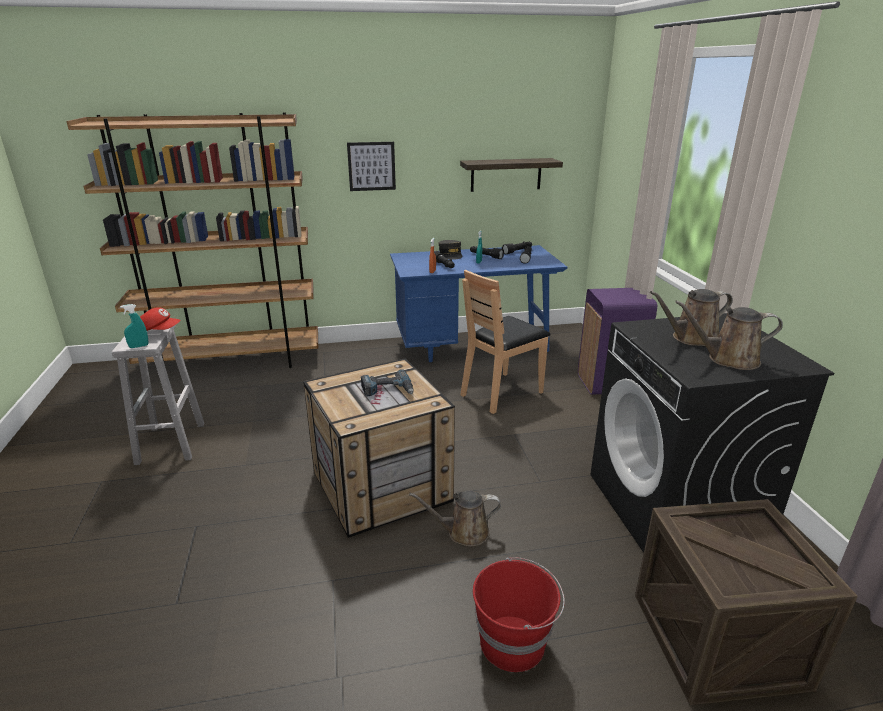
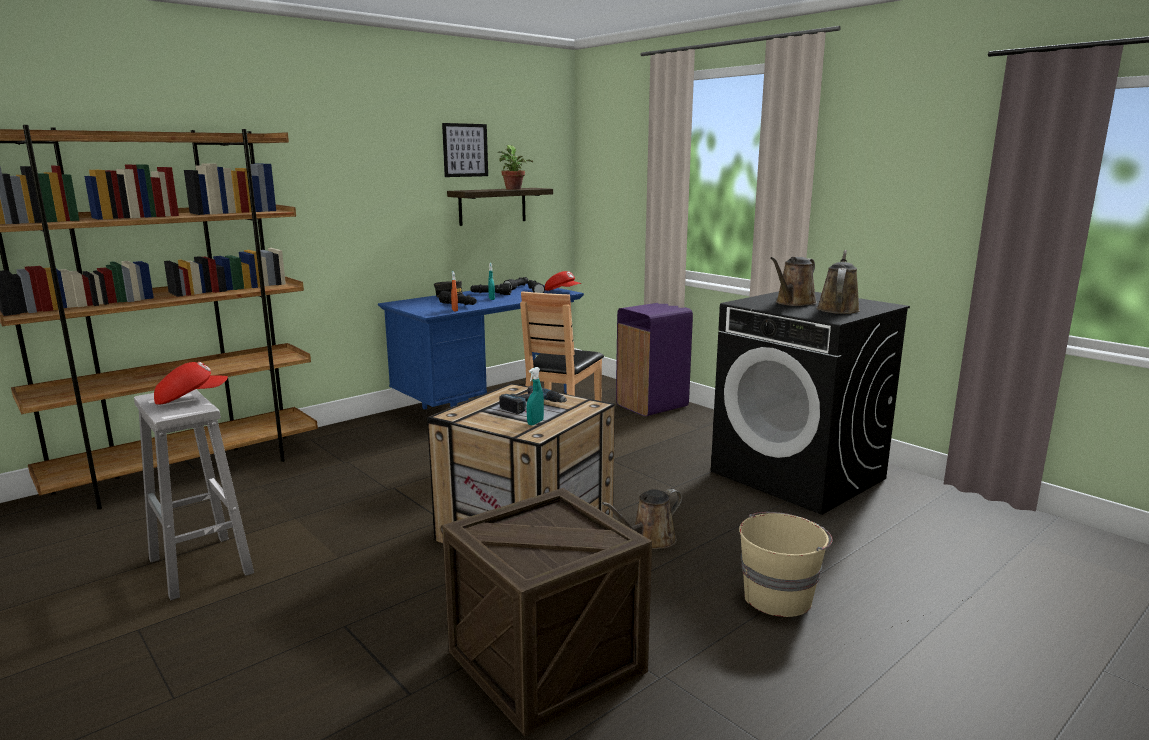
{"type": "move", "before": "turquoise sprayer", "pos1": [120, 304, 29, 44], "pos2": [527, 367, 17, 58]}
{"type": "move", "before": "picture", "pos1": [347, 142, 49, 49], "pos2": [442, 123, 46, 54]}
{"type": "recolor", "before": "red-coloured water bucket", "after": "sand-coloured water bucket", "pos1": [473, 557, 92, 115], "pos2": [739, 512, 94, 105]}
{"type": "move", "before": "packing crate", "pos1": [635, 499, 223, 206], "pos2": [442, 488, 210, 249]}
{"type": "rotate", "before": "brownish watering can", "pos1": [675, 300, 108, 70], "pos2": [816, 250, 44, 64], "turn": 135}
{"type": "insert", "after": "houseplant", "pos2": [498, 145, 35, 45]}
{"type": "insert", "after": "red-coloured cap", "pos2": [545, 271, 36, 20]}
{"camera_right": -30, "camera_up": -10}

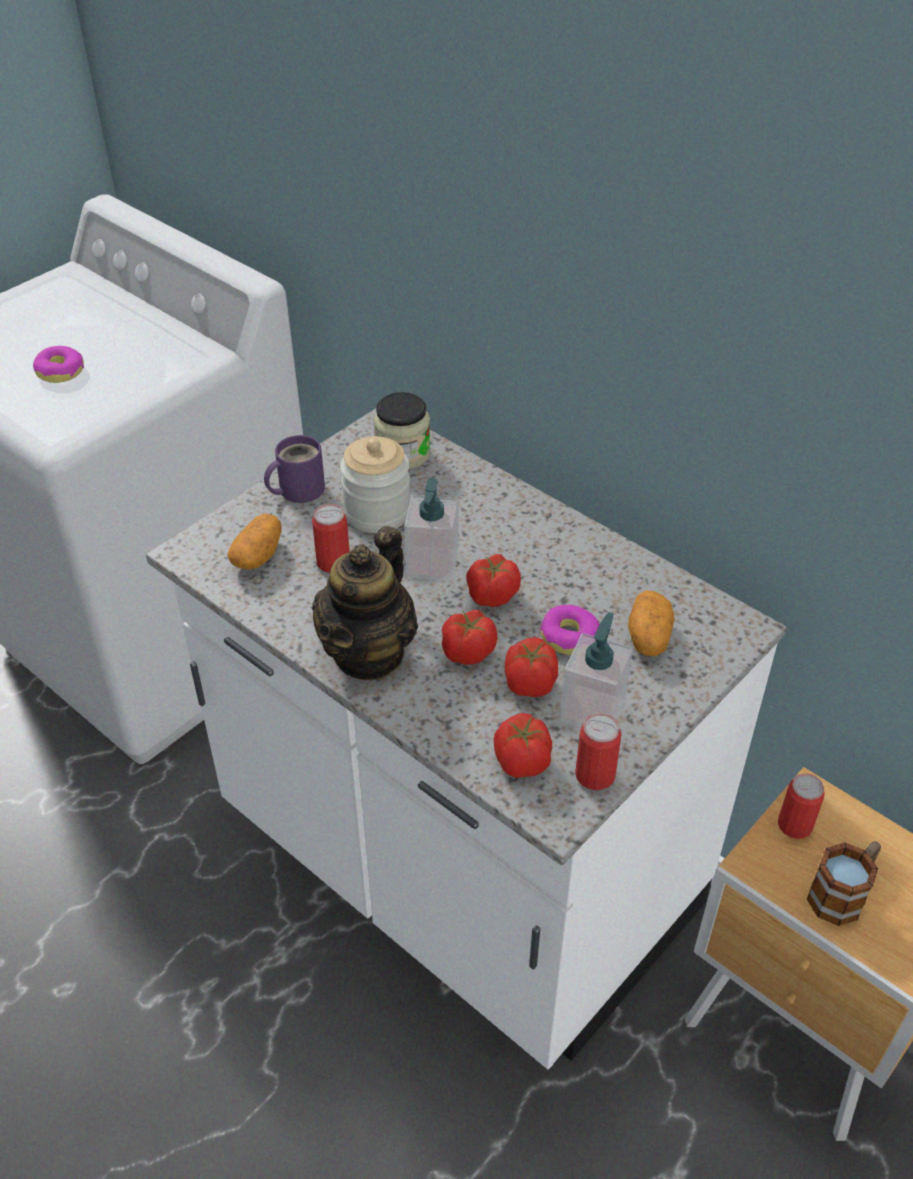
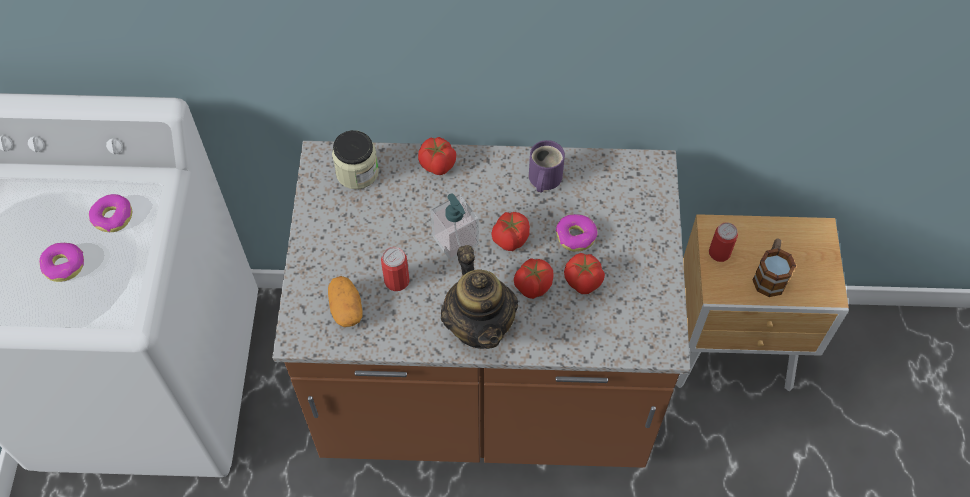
{"type": "recolor", "before": "white-coloured kitchen counter", "after": "brownish kitchen counter", "pos1": [146, 409, 641, 660], "pos2": [272, 141, 418, 327]}
{"type": "move", "before": "purple-coloured mug", "pos1": [264, 435, 61, 68], "pos2": [529, 140, 36, 53]}
{"type": "delete", "before": "preserve jar", "pos1": [340, 436, 70, 97]}
{"type": "move", "before": "whole tomato", "pos1": [494, 713, 58, 65], "pos2": [418, 137, 38, 38]}
{"type": "delete", "before": "liquid soap bottle", "pos1": [560, 612, 73, 115]}
{"type": "delete", "before": "sealed can", "pos1": [575, 713, 47, 77]}
{"type": "delete", "before": "whole potato", "pos1": [628, 590, 47, 66]}
{"type": "insert", "after": "doughnut", "pos2": [89, 194, 43, 38]}
{"camera_right": -40, "camera_up": 15}

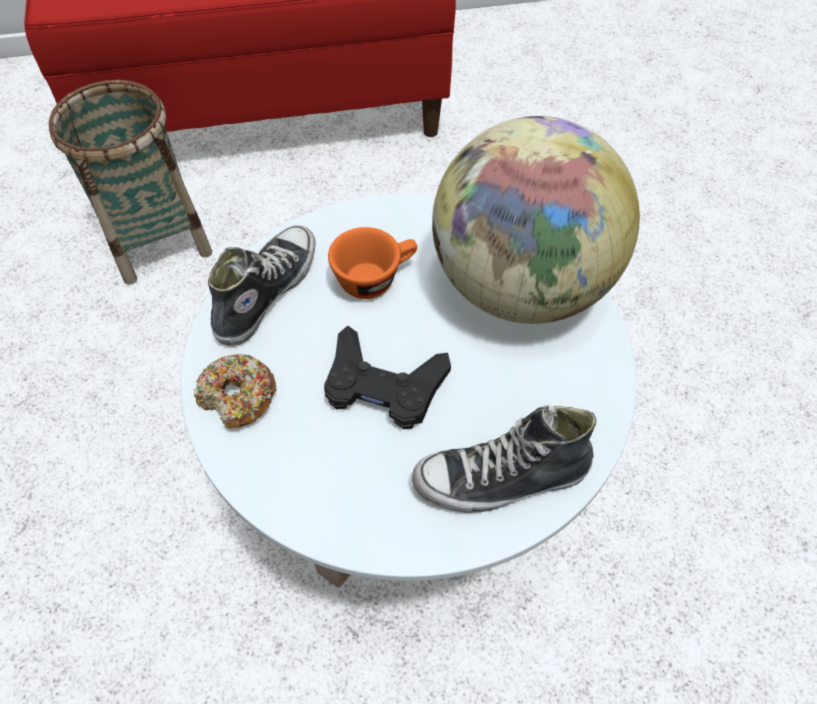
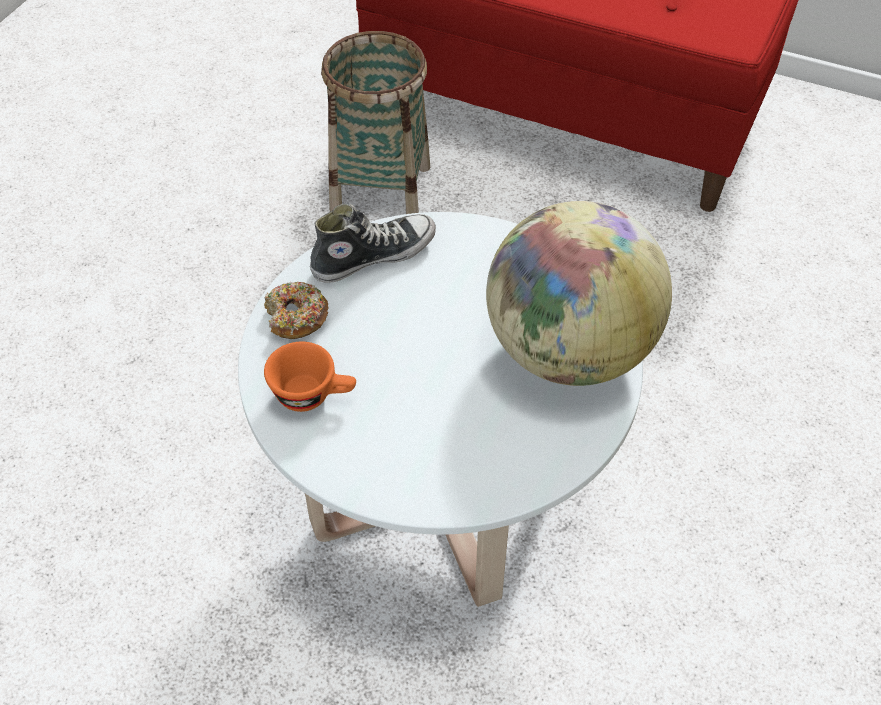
{"type": "delete", "before": "black-coloured gamepad", "pos1": [324, 325, 127, 104]}
{"type": "move", "before": "orangey cup", "pos1": [328, 227, 89, 72], "pos2": [264, 342, 92, 70]}
{"type": "delete", "before": "low shoe", "pos1": [412, 405, 184, 108]}
{"camera_right": 35, "camera_up": -5}

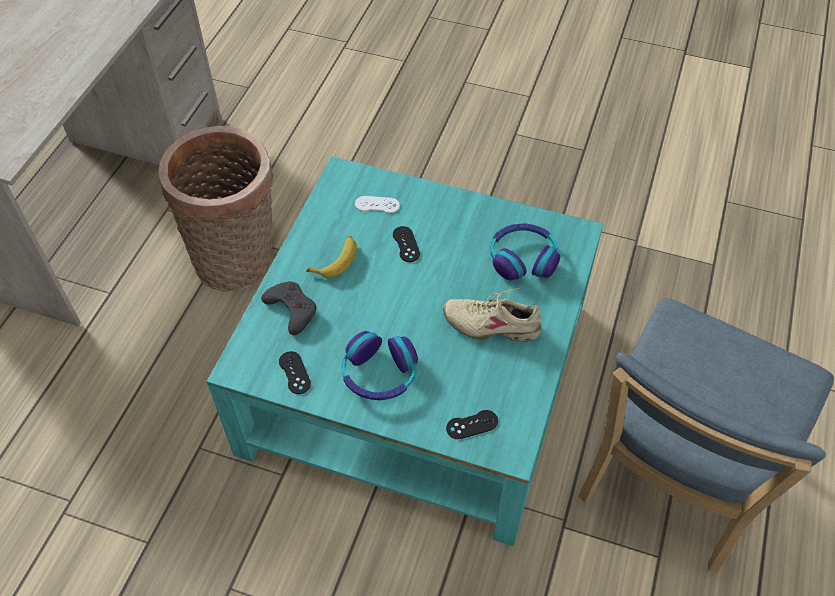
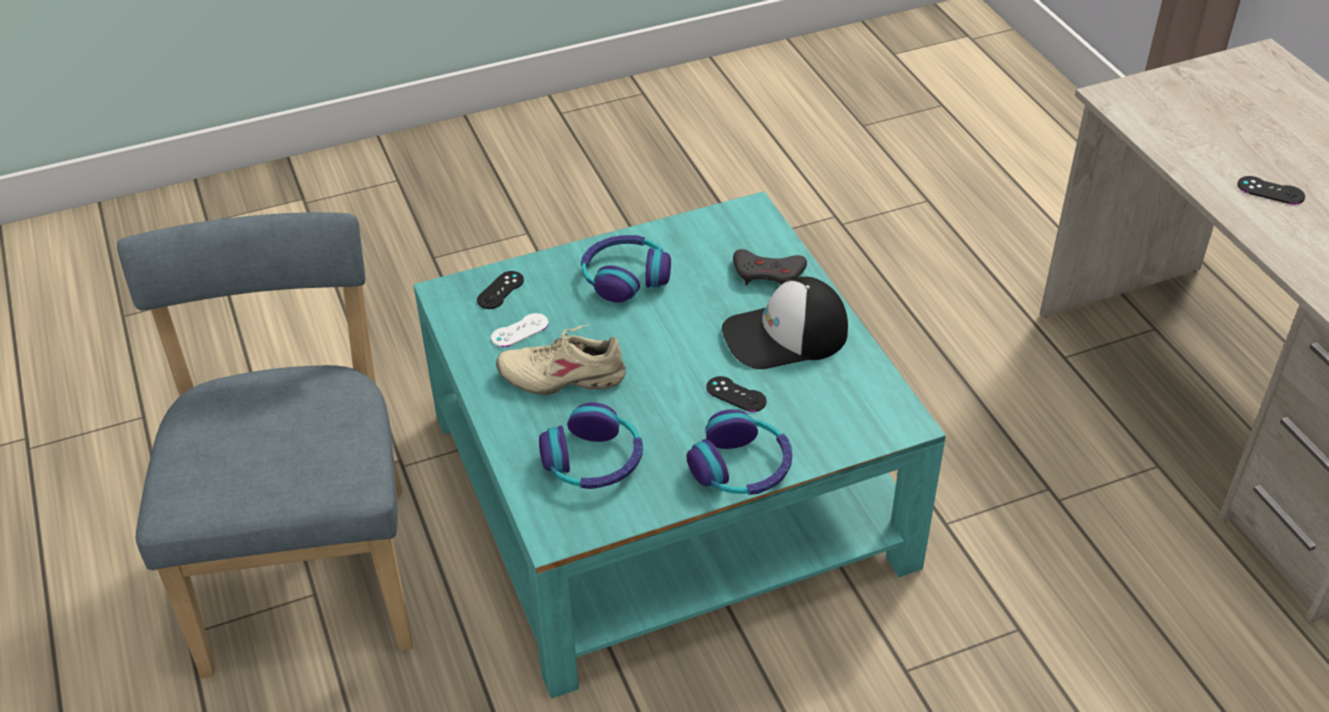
{"type": "delete", "before": "household basket", "pos1": [158, 126, 116, 166]}
{"type": "move", "before": "black-coloured gamepad", "pos1": [279, 351, 32, 43], "pos2": [1237, 176, 68, 28]}
{"type": "replace", "before": "whole banana", "after": "cap", "pos1": [306, 236, 51, 42], "pos2": [722, 277, 126, 92]}
{"type": "move", "before": "white-coloured gamepad", "pos1": [355, 196, 45, 17], "pos2": [491, 313, 57, 34]}
{"type": "rotate", "before": "sand-coloured low shoe", "pos1": [443, 288, 99, 54], "pos2": [496, 324, 130, 71], "turn": -150}
{"type": "insert", "after": "pair of headphones", "pos2": [686, 409, 106, 86]}
{"camera_right": 140, "camera_up": -10}

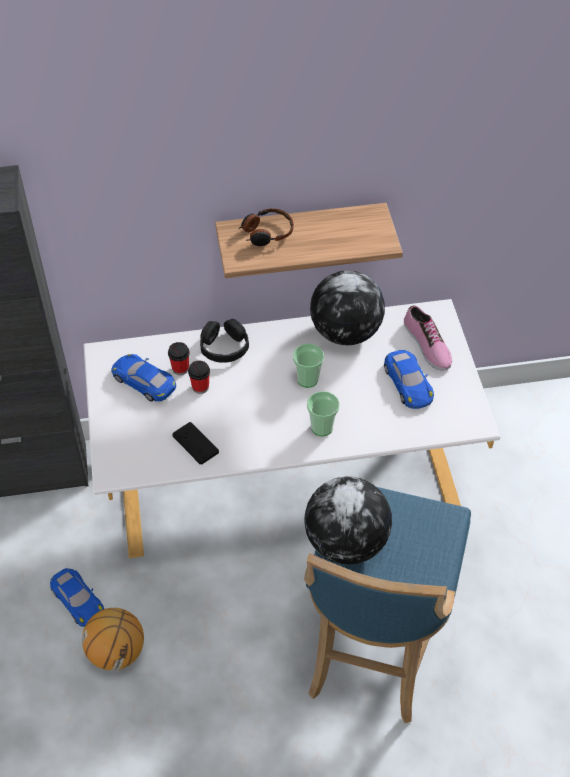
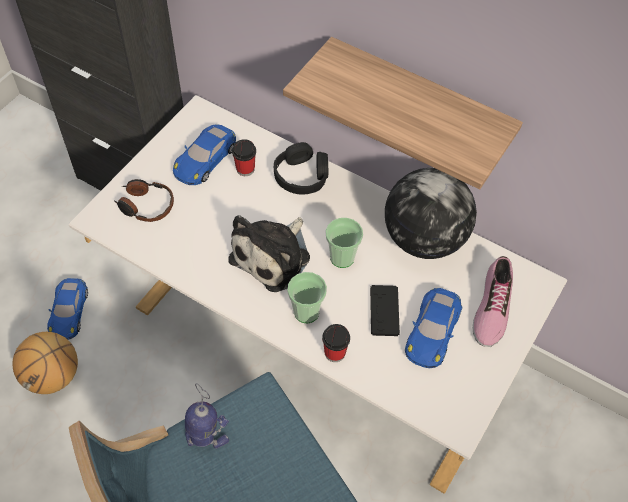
{"type": "rotate", "before": "blue-coloured miniature car", "pos1": [111, 354, 65, 48], "pos2": [173, 124, 63, 61], "turn": -135}
{"type": "move", "before": "black-coloured gamepad", "pos1": [172, 422, 47, 43], "pos2": [370, 285, 30, 51]}
{"type": "move", "before": "cup", "pos1": [188, 361, 22, 33], "pos2": [322, 324, 28, 38]}
{"type": "move", "before": "pair of headphones", "pos1": [239, 208, 55, 38], "pos2": [115, 179, 59, 43]}
{"type": "replace", "before": "desk globe", "after": "robot figure", "pos1": [304, 476, 88, 89], "pos2": [185, 383, 44, 66]}
{"type": "insert", "after": "plush toy", "pos2": [228, 215, 82, 77]}
{"camera_right": 40, "camera_up": 5}

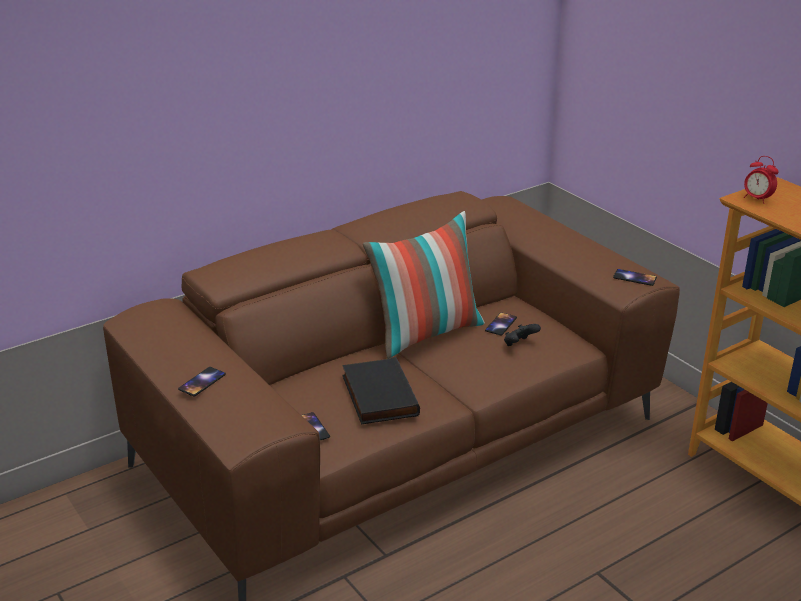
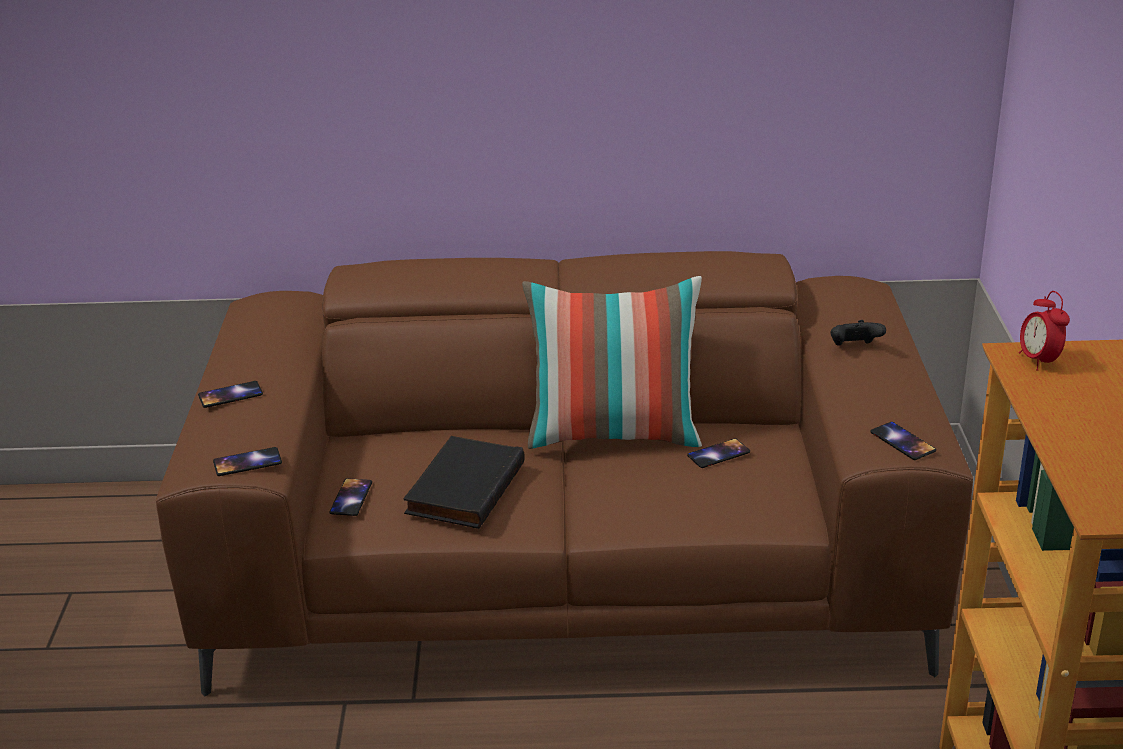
{"type": "move", "before": "black-coloured gamepad", "pos1": [504, 324, 37, 22], "pos2": [830, 320, 56, 26]}
{"type": "insert", "after": "phone", "pos2": [213, 447, 69, 29]}
{"camera_right": 35, "camera_up": 0}

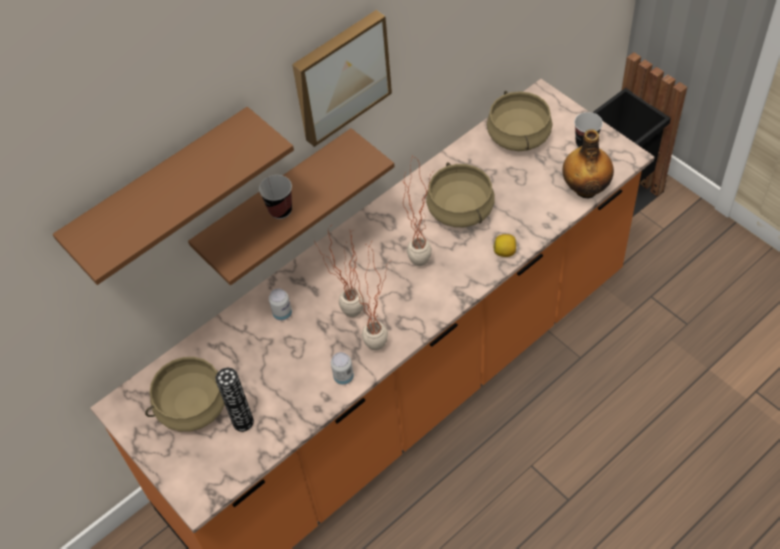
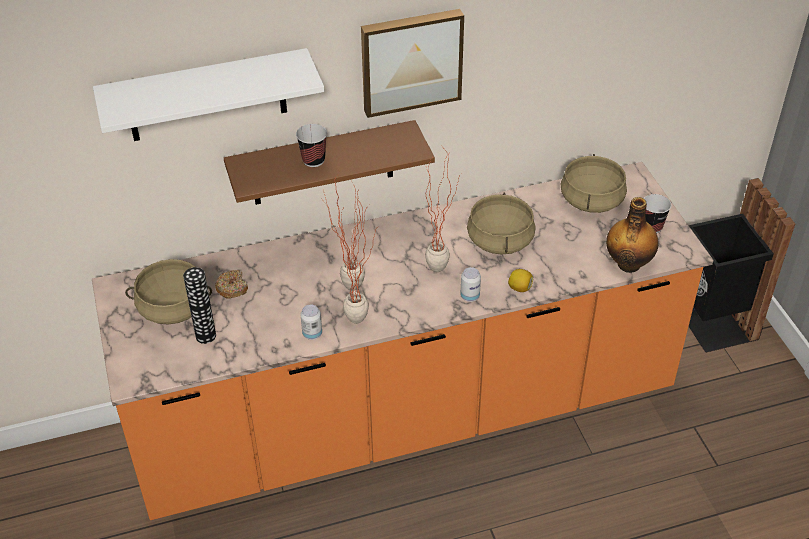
{"type": "recolor", "before": "brownish shelf", "after": "white-coloured shelf", "pos1": [53, 107, 241, 178], "pos2": [93, 48, 232, 93]}
{"type": "move", "before": "sealed can", "pos1": [269, 289, 23, 32], "pos2": [460, 267, 21, 35]}
{"type": "insert", "after": "doughnut", "pos2": [215, 270, 33, 29]}
{"camera_right": 20, "camera_up": -10}

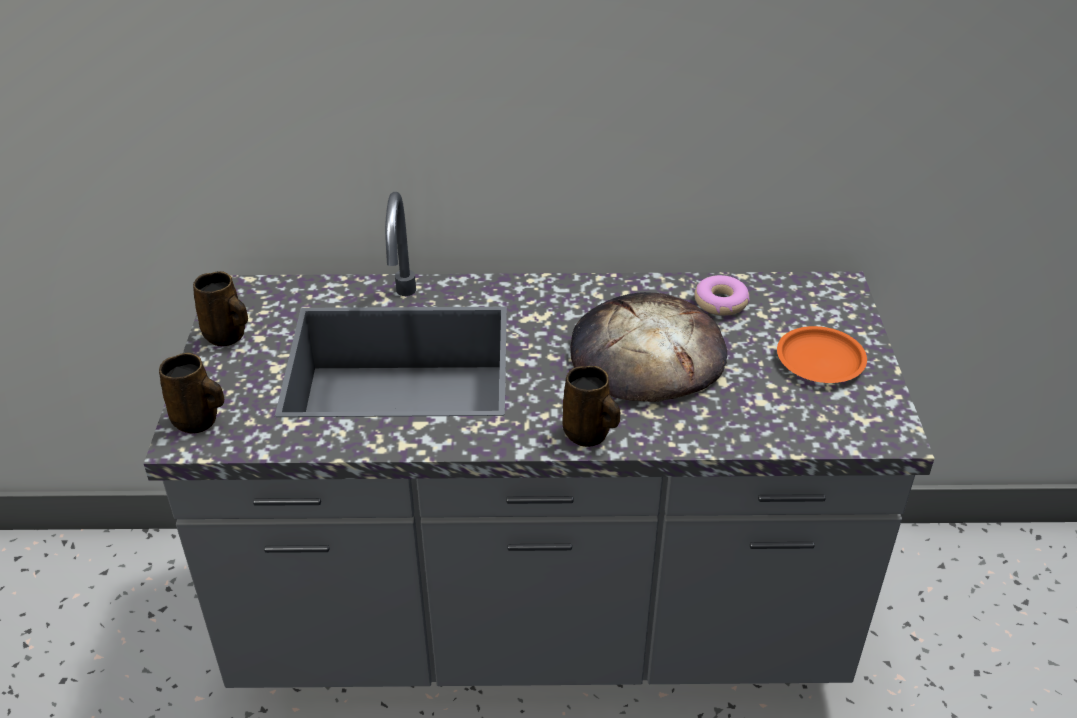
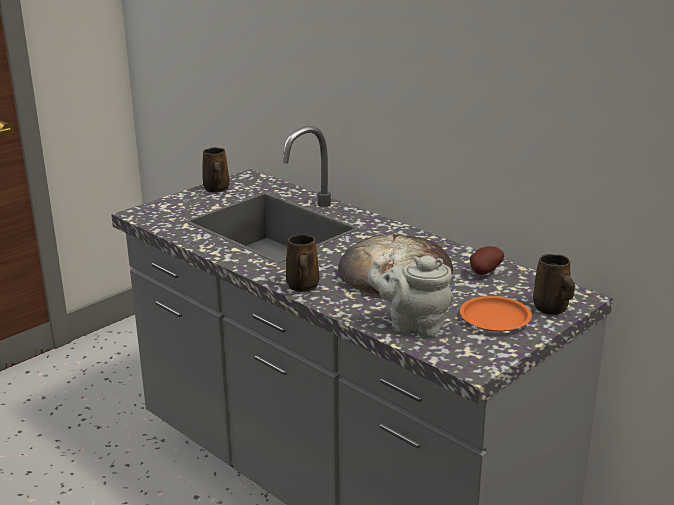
{"type": "move", "before": "brownish mug", "pos1": [159, 353, 65, 81], "pos2": [533, 254, 42, 61]}
{"type": "replace", "before": "doughnut", "after": "whole potato", "pos1": [694, 275, 56, 41], "pos2": [470, 246, 34, 29]}
{"type": "insert", "after": "greyish tea pot", "pos2": [368, 256, 85, 81]}
{"camera_right": 45, "camera_up": -15}

